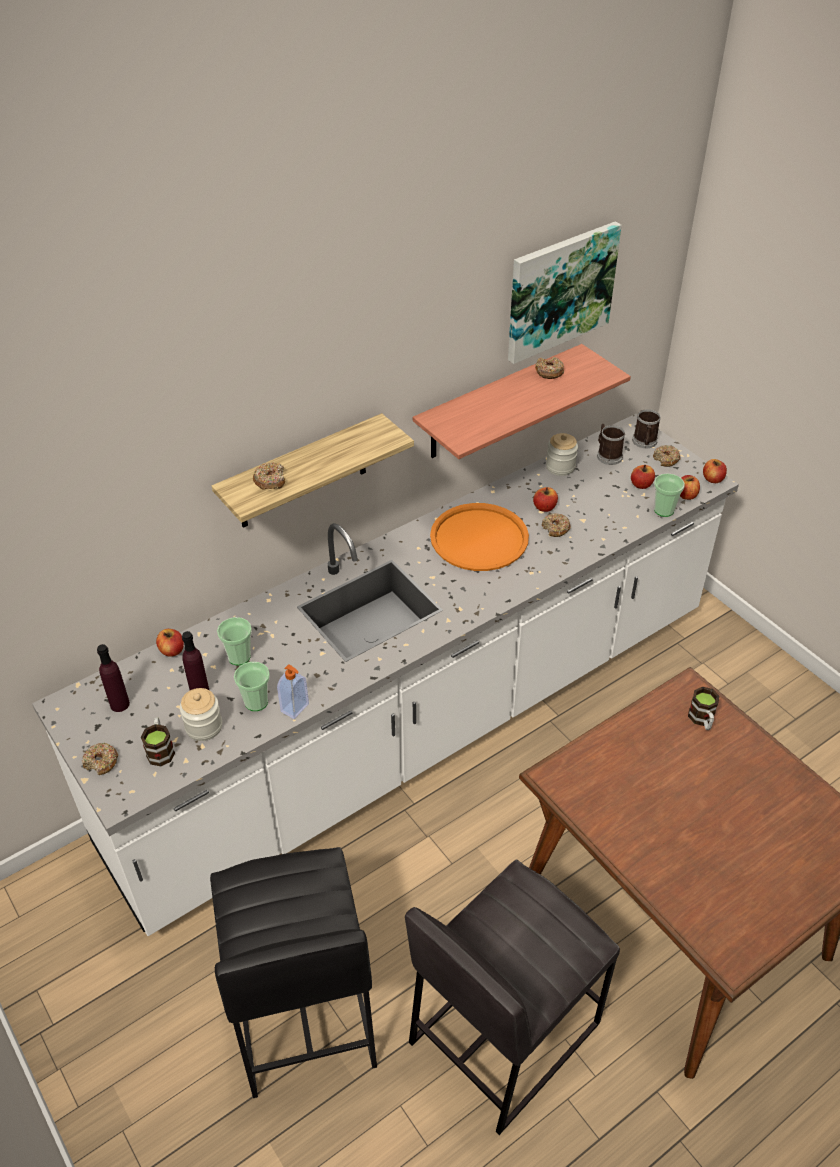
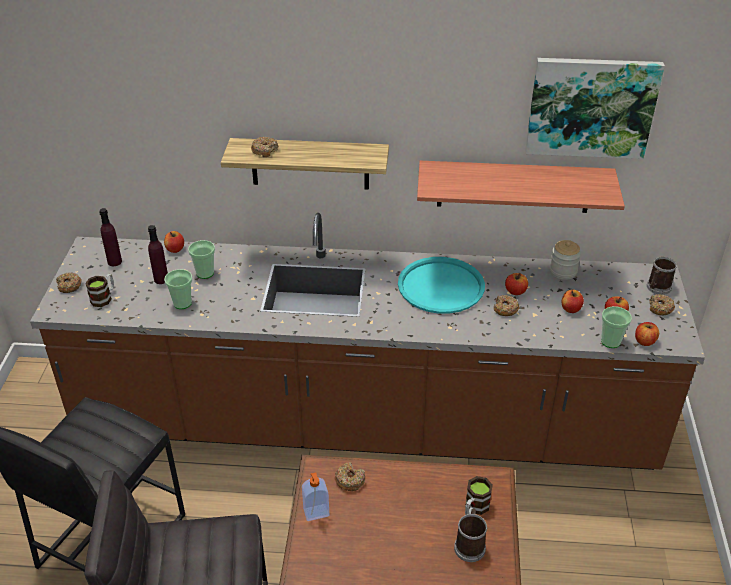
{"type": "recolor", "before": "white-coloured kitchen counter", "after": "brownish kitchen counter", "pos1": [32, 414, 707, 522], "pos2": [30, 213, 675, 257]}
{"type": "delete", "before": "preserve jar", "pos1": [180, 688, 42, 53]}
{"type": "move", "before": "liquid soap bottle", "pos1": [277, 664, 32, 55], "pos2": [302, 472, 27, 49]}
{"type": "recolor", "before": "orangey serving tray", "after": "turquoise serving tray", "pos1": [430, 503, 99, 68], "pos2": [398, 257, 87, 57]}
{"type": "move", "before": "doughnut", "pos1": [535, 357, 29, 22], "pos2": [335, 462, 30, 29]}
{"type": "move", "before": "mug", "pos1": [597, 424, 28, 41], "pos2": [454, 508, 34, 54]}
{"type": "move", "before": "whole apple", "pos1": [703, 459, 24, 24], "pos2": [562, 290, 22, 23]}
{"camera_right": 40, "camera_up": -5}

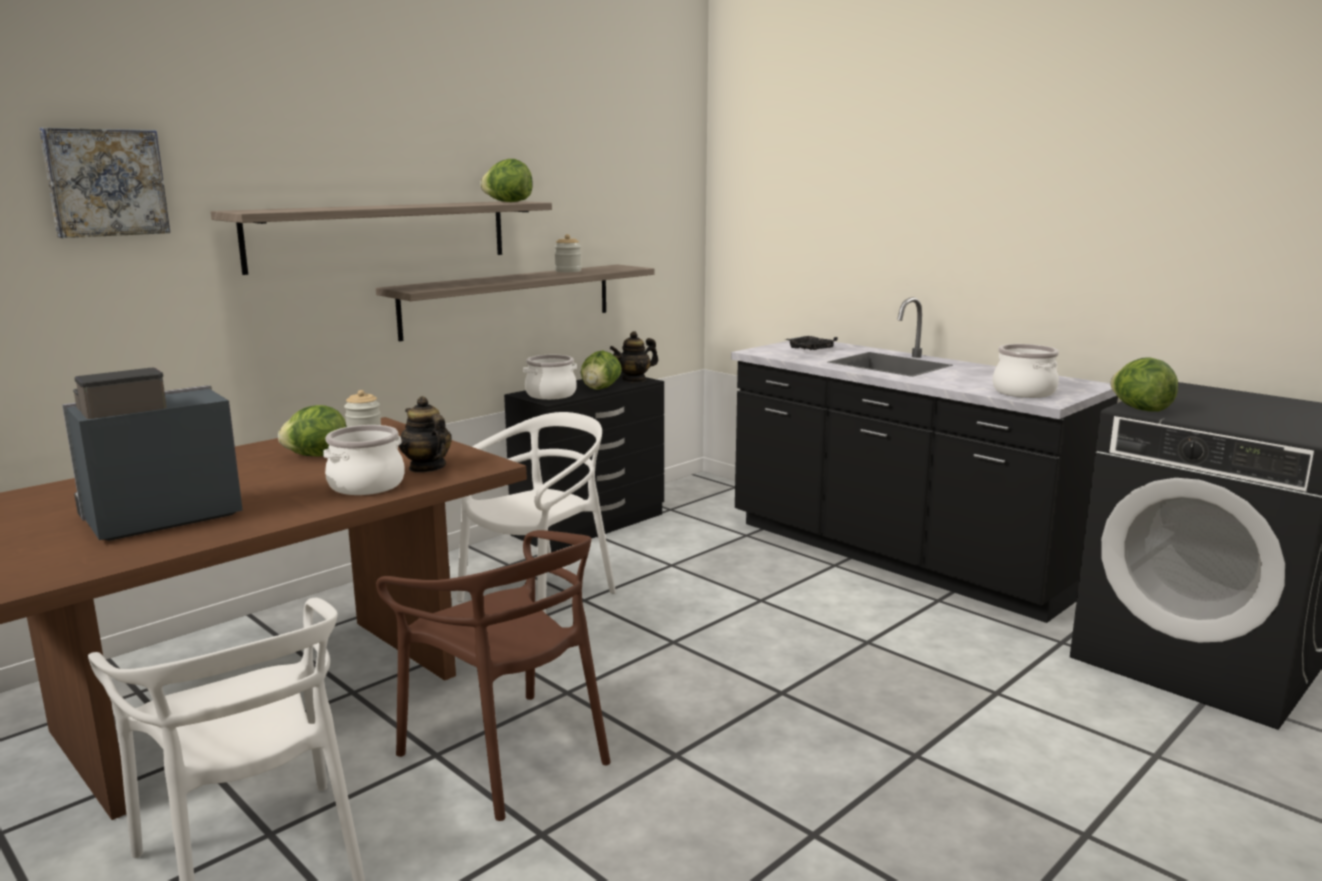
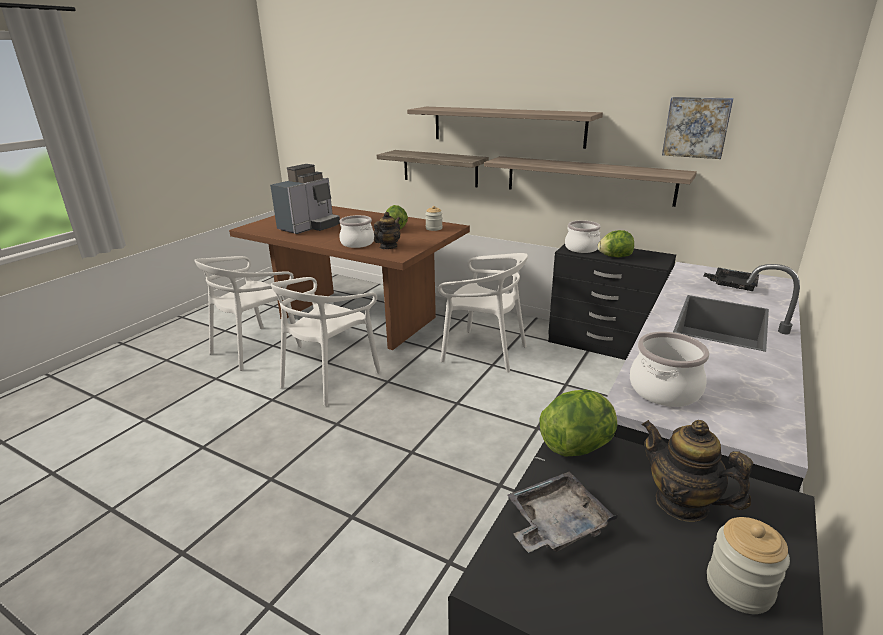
{"type": "move", "before": "picture", "pos1": [39, 128, 131, 110], "pos2": [662, 97, 72, 62]}
{"type": "rotate", "before": "coffee maker", "pos1": [62, 368, 181, 173], "pos2": [270, 164, 70, 70], "turn": 90}
{"type": "recolor", "before": "brownish upright chair", "after": "white-coloured upright chair", "pos1": [376, 530, 235, 291], "pos2": [271, 277, 110, 129]}
{"type": "delete", "before": "lettuce head", "pos1": [480, 159, 53, 43]}
{"type": "move", "before": "preserve jar", "pos1": [554, 234, 28, 38], "pos2": [707, 517, 83, 97]}
{"type": "move", "before": "tea pot", "pos1": [610, 331, 48, 52], "pos2": [642, 420, 111, 102]}
{"type": "insert", "after": "shelf", "pos2": [377, 150, 112, 37]}
{"type": "insert", "after": "greyish serving tray", "pos2": [507, 472, 112, 81]}
{"camera_right": 75, "camera_up": 10}

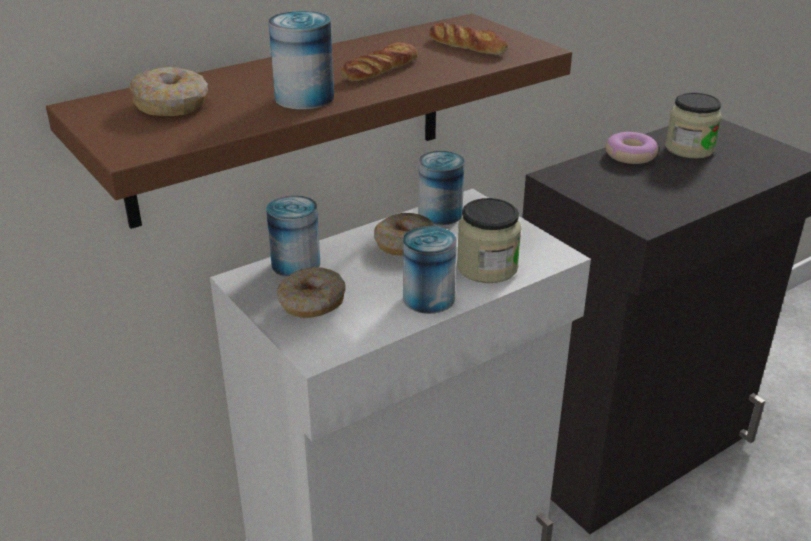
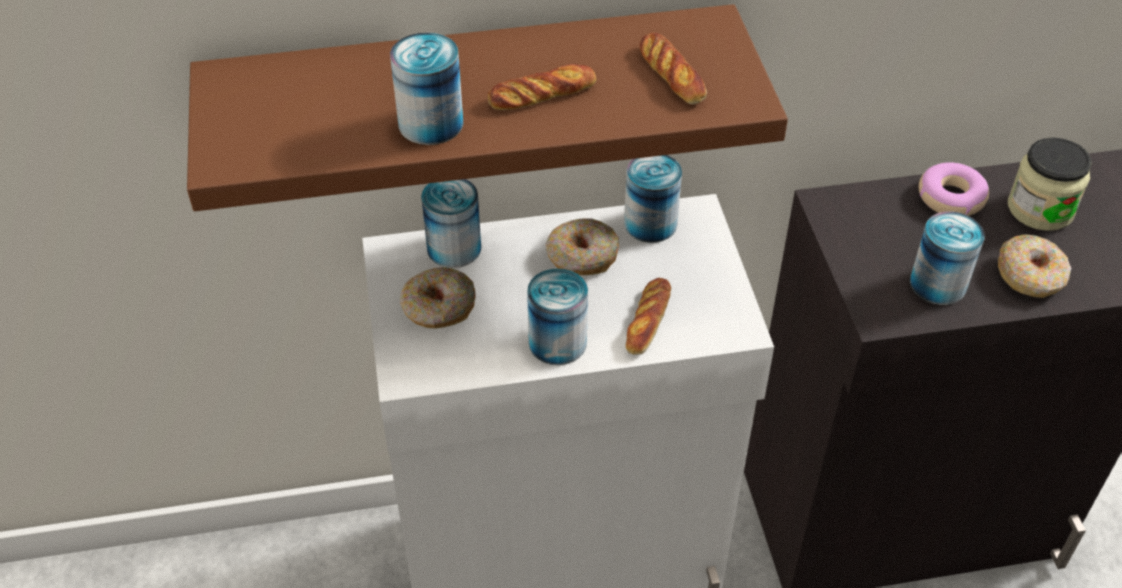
{"type": "move", "before": "doughnut", "pos1": [129, 67, 79, 49], "pos2": [998, 234, 73, 64]}
{"type": "replace", "before": "preserve jar", "after": "bakery bread", "pos1": [457, 198, 65, 85], "pos2": [626, 277, 45, 78]}
{"type": "insert", "after": "sealed can", "pos2": [910, 211, 75, 94]}
{"camera_right": 25, "camera_up": 15}

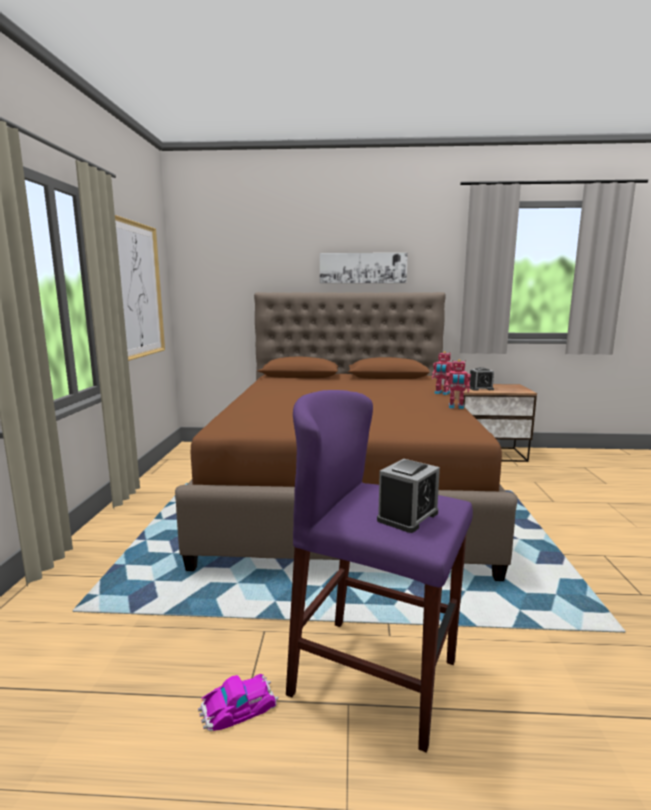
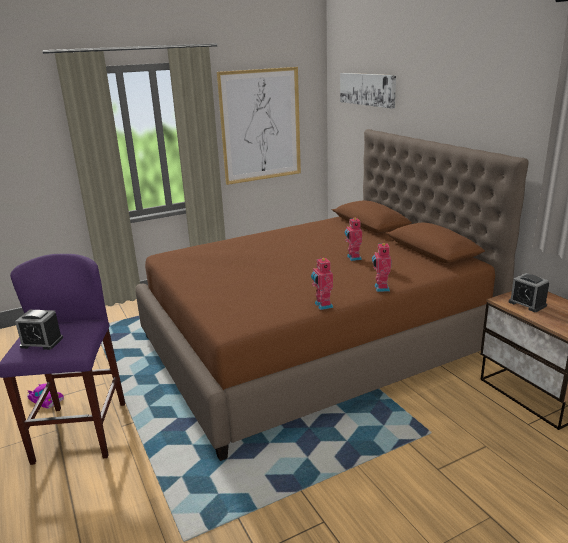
{"type": "move", "before": "picture", "pos1": [320, 253, 88, 30], "pos2": [340, 73, 56, 35]}
{"type": "insert", "after": "robot figure", "pos2": [344, 218, 18, 43]}
{"camera_right": 60, "camera_up": 10}

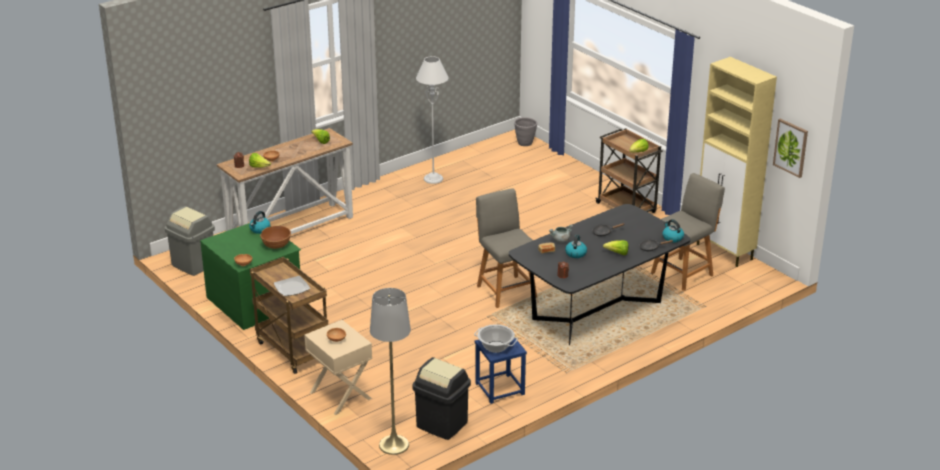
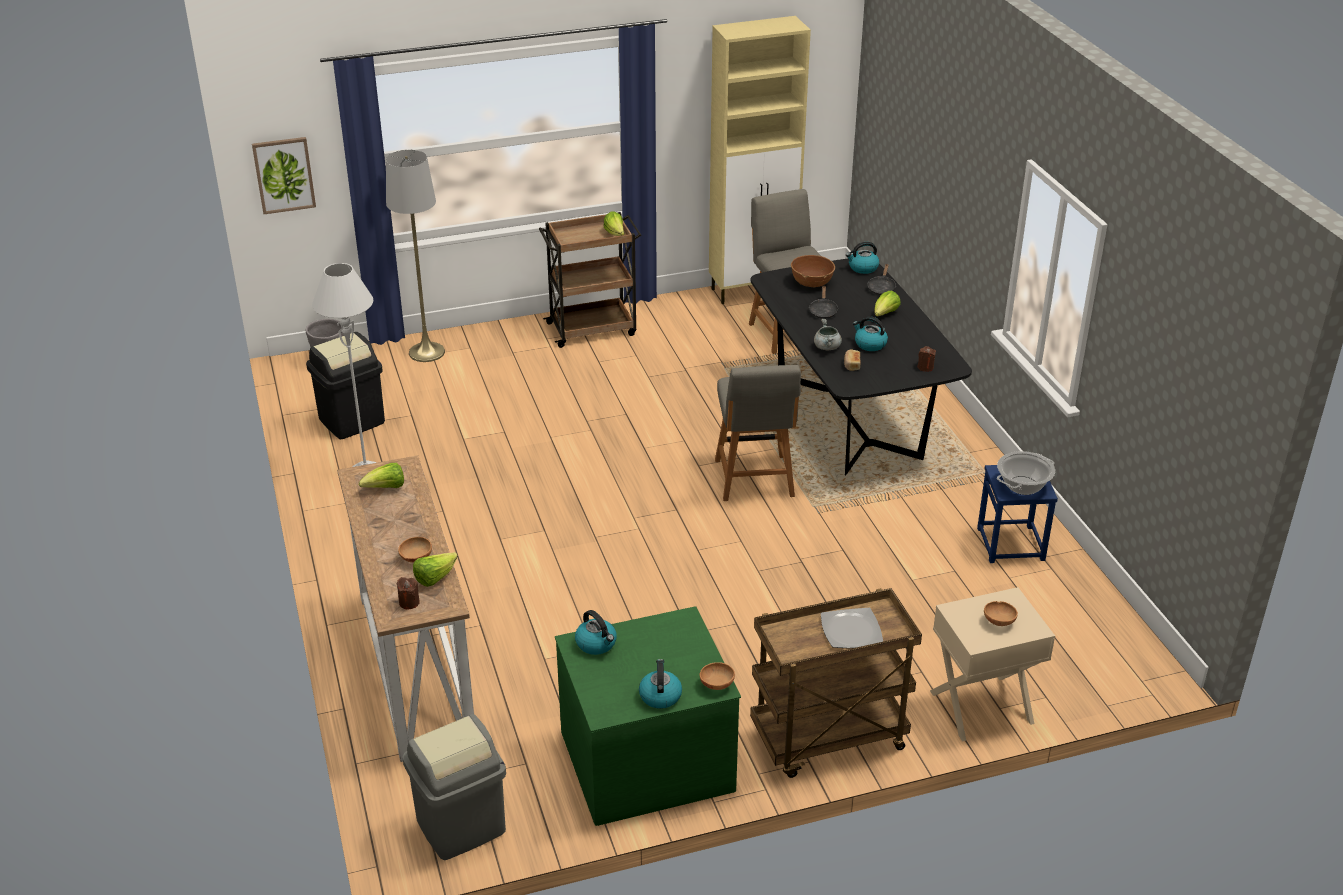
{"type": "move", "before": "brownish deep dish", "pos1": [260, 226, 31, 23], "pos2": [791, 255, 44, 32]}
{"type": "move", "before": "greyish standing lamp", "pos1": [370, 288, 41, 167], "pos2": [386, 150, 59, 212]}
{"type": "move", "before": "black-coloured rubbish bin", "pos1": [412, 357, 59, 83], "pos2": [306, 332, 79, 107]}
{"type": "rotate", "before": "greyish upright chair", "pos1": [476, 188, 61, 120], "pos2": [715, 365, 86, 136], "turn": -90}
{"type": "move", "before": "picture", "pos1": [773, 119, 35, 59], "pos2": [252, 137, 64, 77]}
{"type": "insert", "after": "kettle", "pos2": [639, 659, 43, 50]}
{"camera_right": -70, "camera_up": 5}

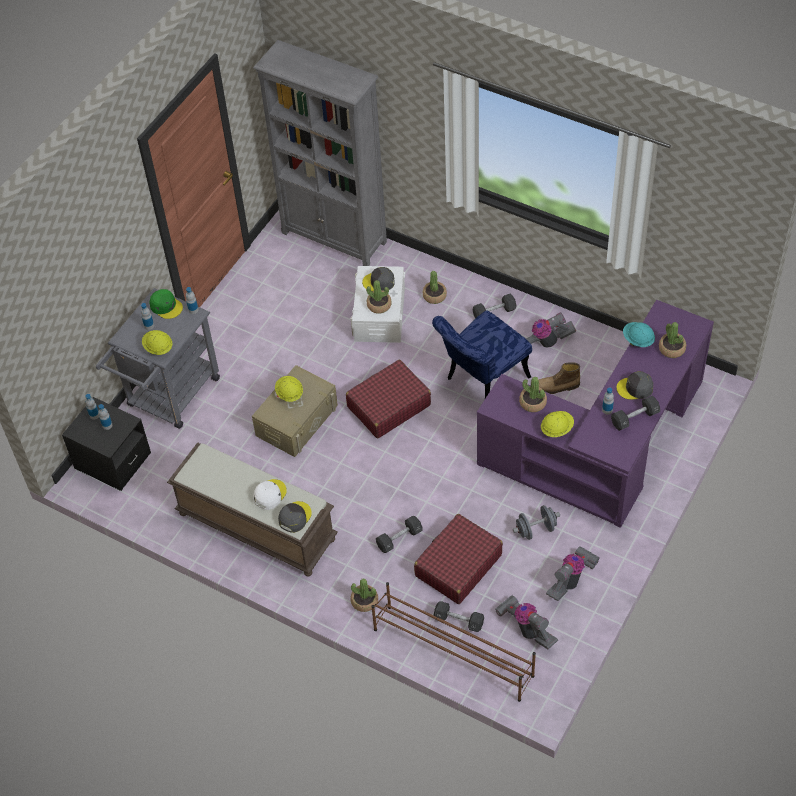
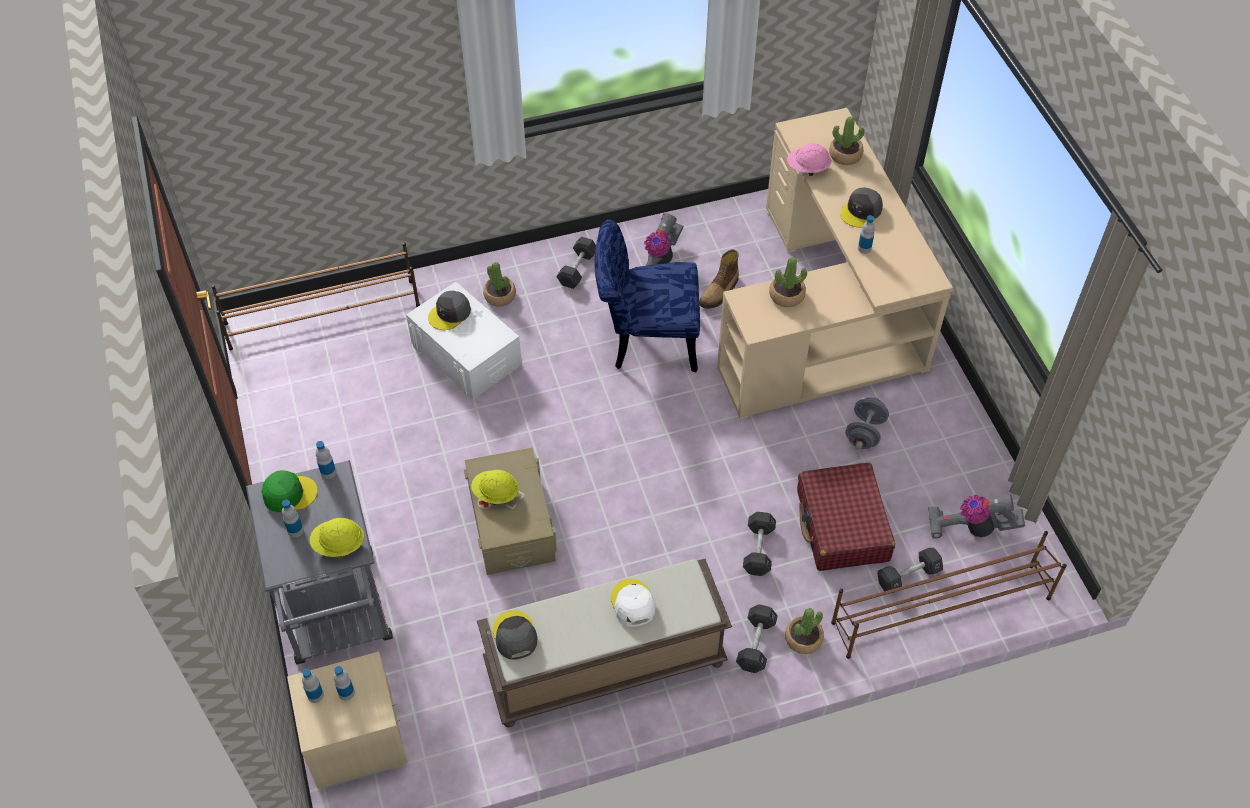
{"type": "recolor", "before": "black-coloured night table", "after": "sand-coloured night table", "pos1": [62, 397, 89, 94], "pos2": [287, 652, 121, 137]}
{"type": "replace", "before": "greyish bookshelf", "after": "brownish shoe stand", "pos1": [253, 40, 134, 226], "pos2": [211, 243, 209, 108]}
{"type": "move", "before": "greyish cap", "pos1": [278, 501, 34, 32], "pos2": [493, 610, 44, 50]}
{"type": "delete", "before": "red-coloured travel case", "pos1": [346, 360, 85, 78]}
{"type": "delete", "before": "houseplant", "pos1": [366, 280, 26, 34]}
{"type": "rotate", "before": "blue-coloured upright chair", "pos1": [432, 310, 100, 88], "pos2": [595, 220, 105, 152], "turn": 90}
{"type": "recolor", "before": "purple-coloured desk table", "after": "sand-coloured desk table", "pos1": [477, 300, 237, 228], "pos2": [717, 108, 236, 311]}
{"type": "delete", "before": "yellowish work helmet", "pos1": [541, 411, 33, 26]}
{"type": "delete", "before": "hoover", "pos1": [546, 546, 54, 55]}
{"type": "move", "before": "black-coloured free weight", "pos1": [611, 395, 49, 36], "pos2": [736, 604, 42, 69]}
{"type": "recolor", "before": "turquoise work helmet", "after": "pink-coloured work helmet", "pos1": [623, 322, 32, 25], "pos2": [787, 143, 44, 33]}
{"camera_right": -50, "camera_up": 0}

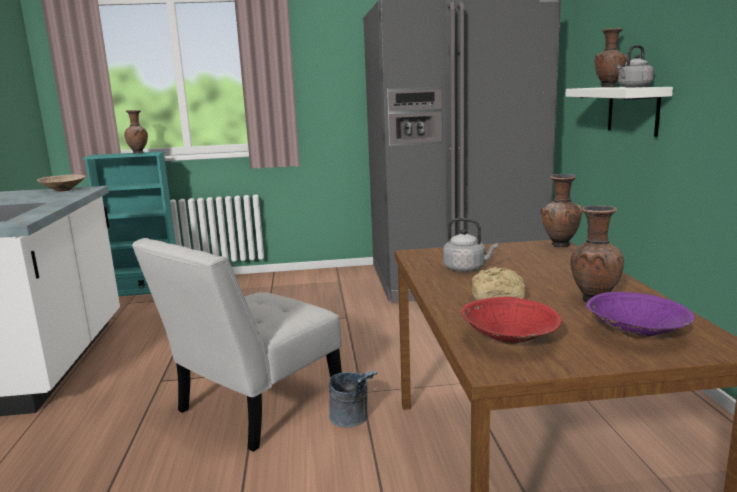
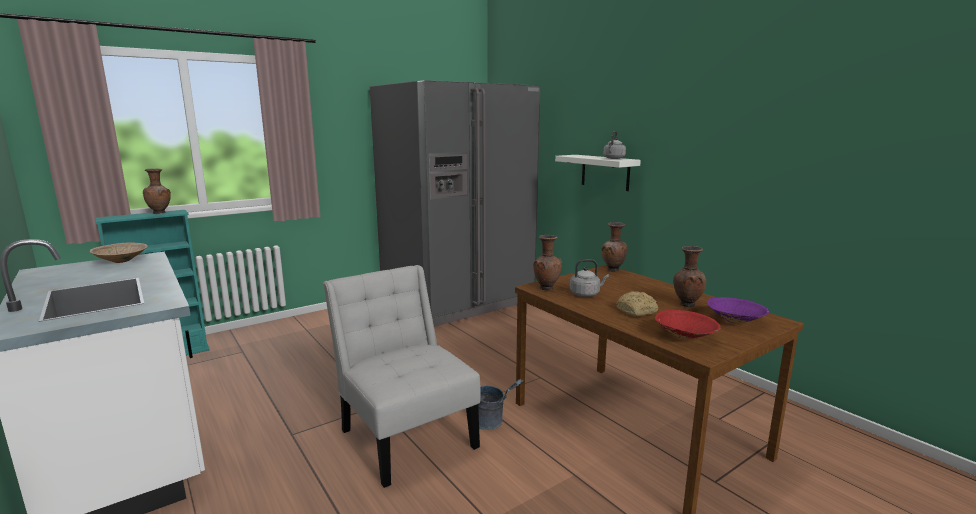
{"type": "rotate", "before": "white-coloured upright chair", "pos1": [132, 238, 210, 214], "pos2": [323, 265, 158, 223], "turn": 135}
{"type": "move", "before": "brownish flower vase", "pos1": [594, 28, 33, 59], "pos2": [533, 235, 29, 55]}
{"camera_right": -30, "camera_up": 0}

